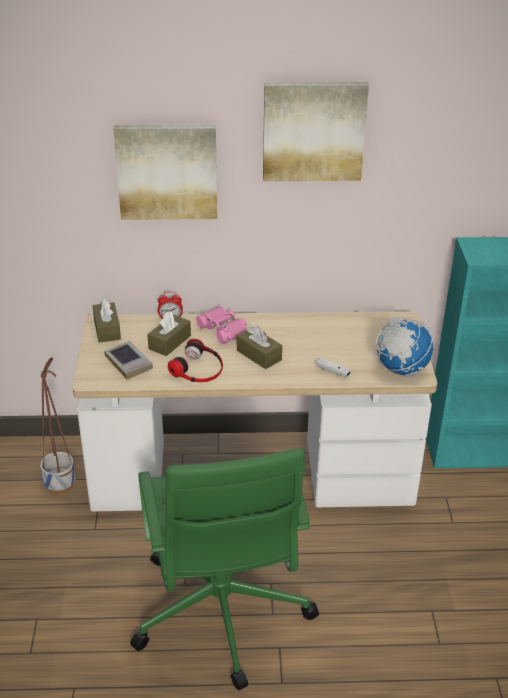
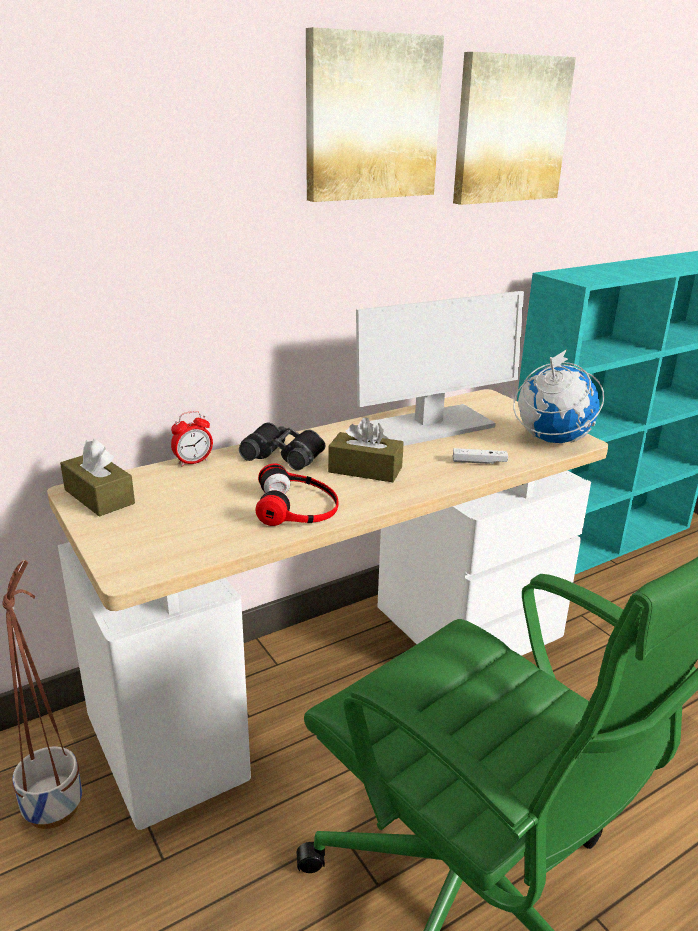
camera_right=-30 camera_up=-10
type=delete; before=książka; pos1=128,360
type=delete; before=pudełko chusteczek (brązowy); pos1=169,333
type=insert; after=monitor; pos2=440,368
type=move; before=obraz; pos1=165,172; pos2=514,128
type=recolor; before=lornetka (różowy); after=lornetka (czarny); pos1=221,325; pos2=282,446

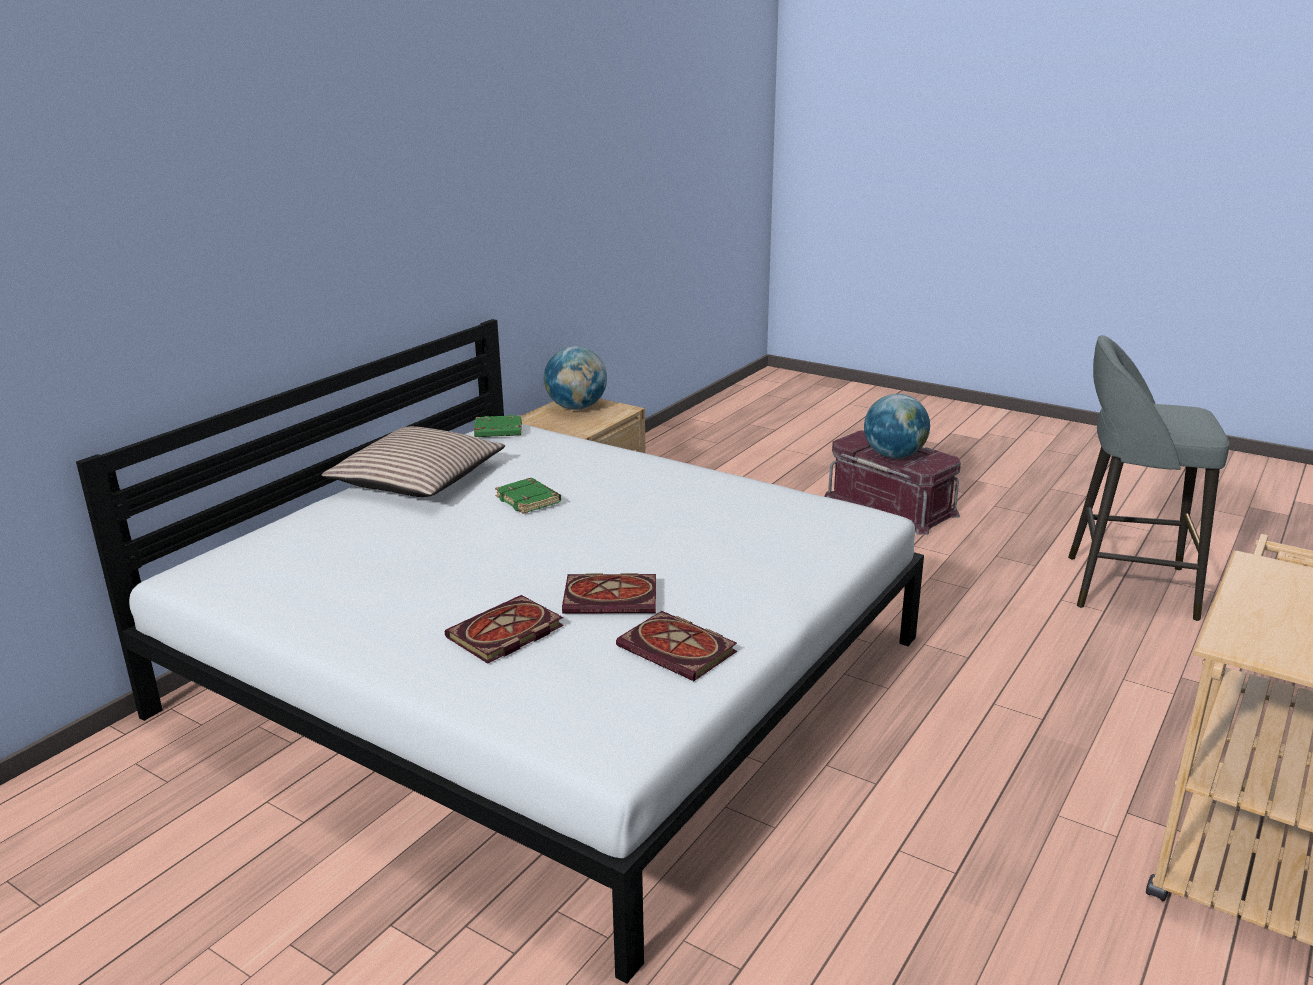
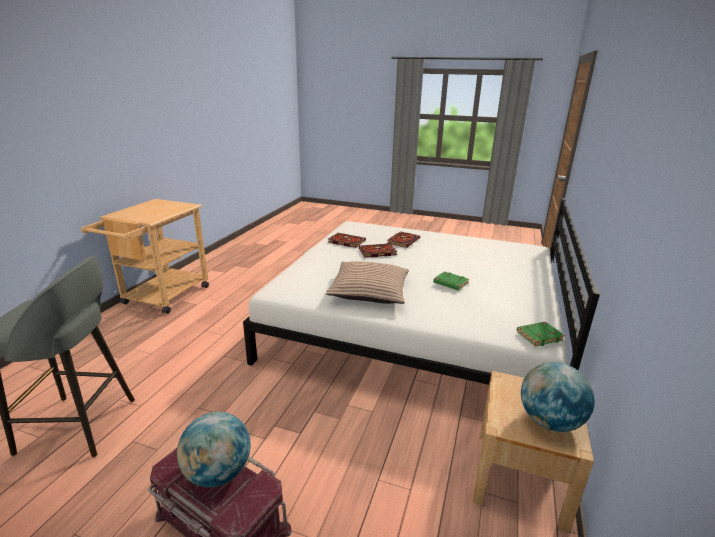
camera_right=165 camera_up=0
type=move; before=poduszka; pos1=413,461; pos2=367,282

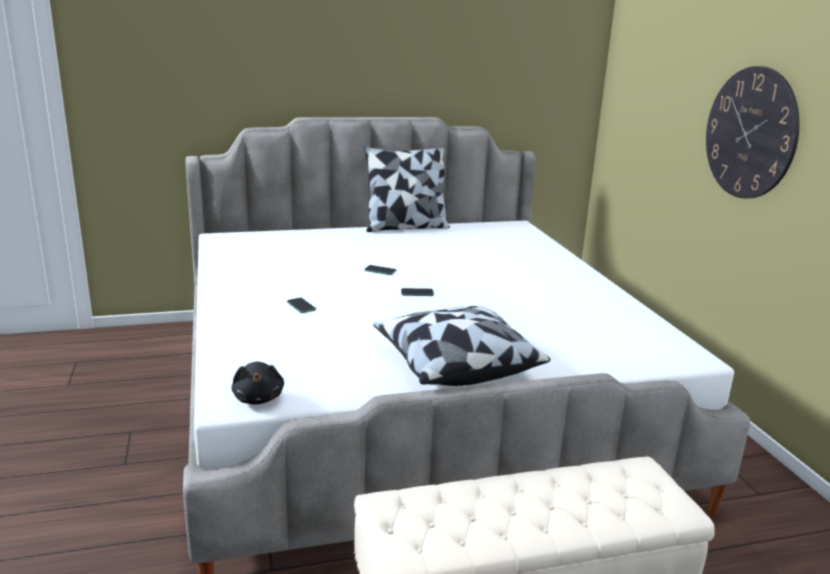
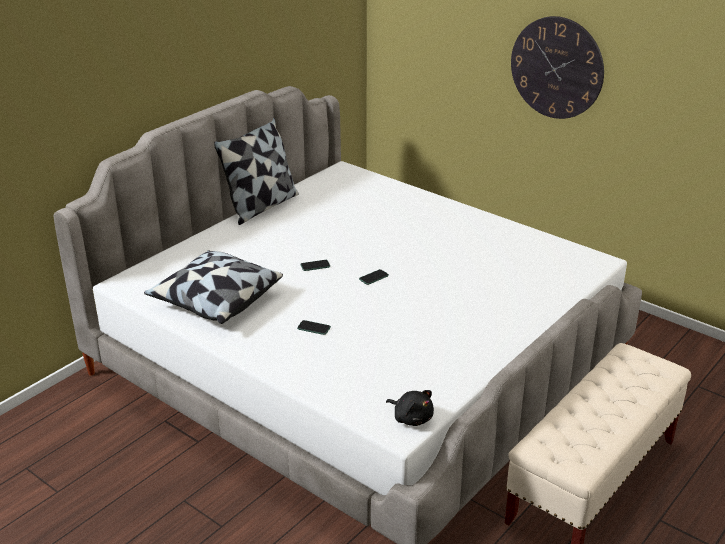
camera_right=-35 camera_up=10
type=move; before=poduszka; pos1=461,346; pos2=213,287

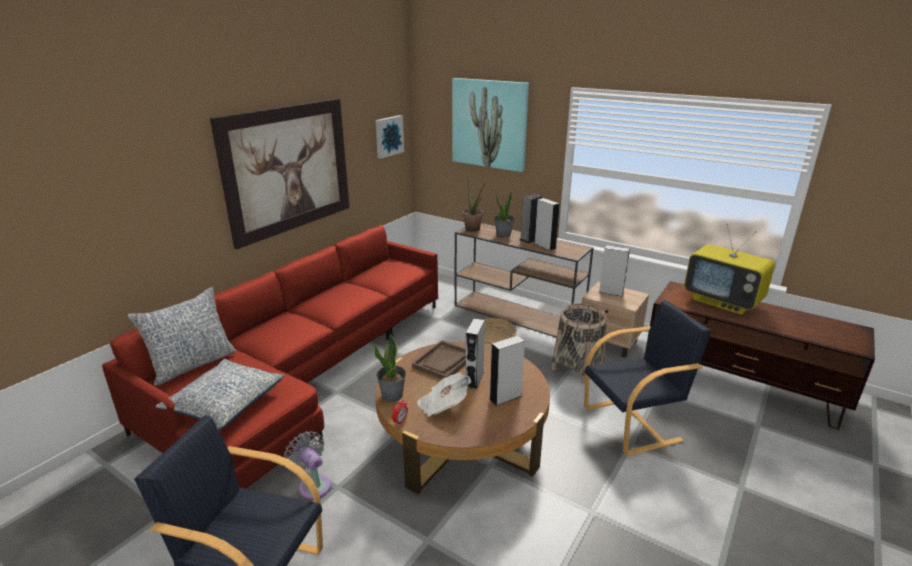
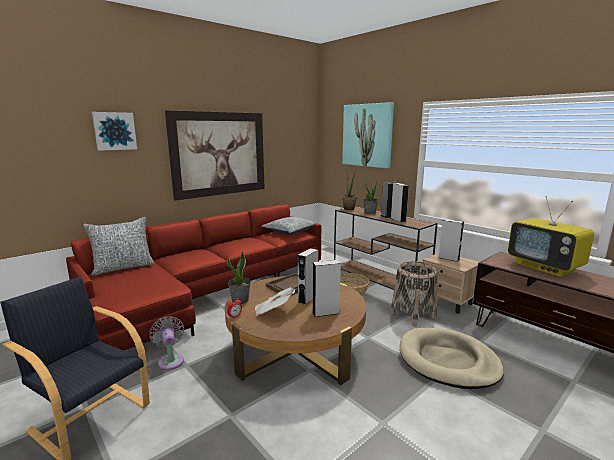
camera_right=15 camera_up=-10
type=move; before=poduszka; pos1=220,394; pos2=289,226
type=move; before=obraz; pos1=389,137; pos2=114,131
type=replace; before=fotel (czarny); after=legowisko (beżowy); pos1=648,378; pos2=452,358

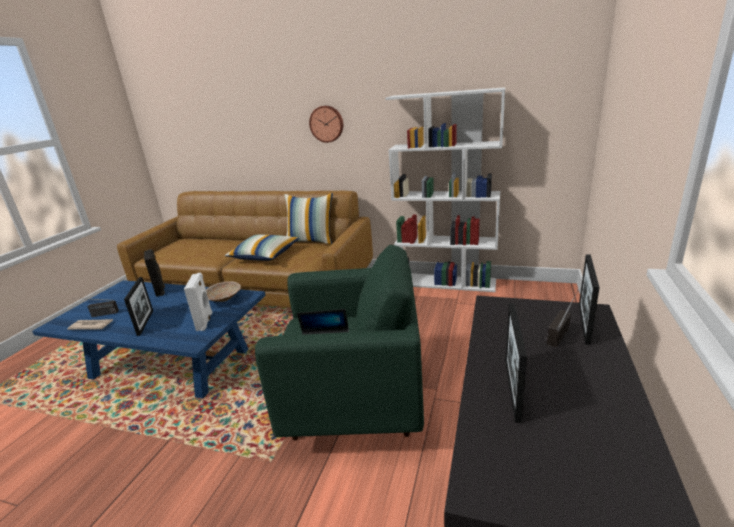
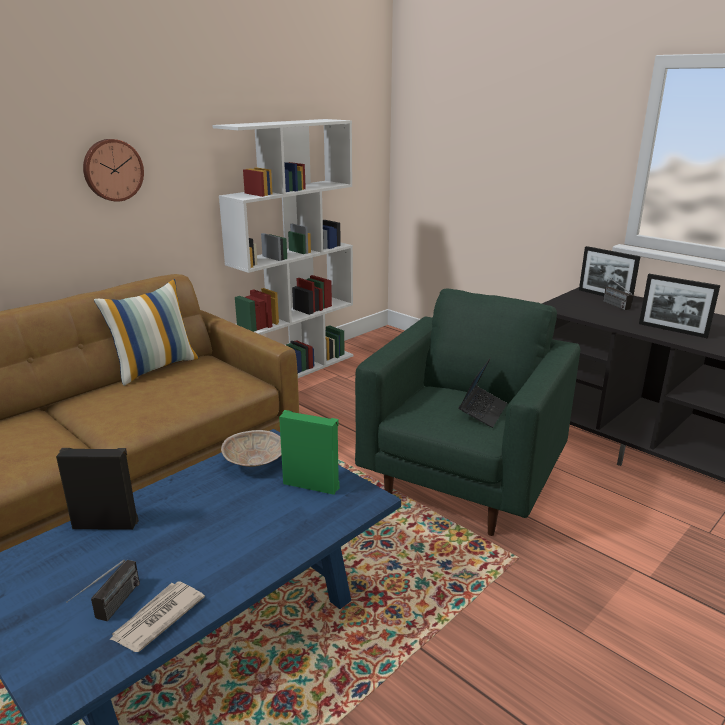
camera_right=-65 camera_up=0
type=delete; before=ramka na zdjęcie; pos1=138,306
type=delete; before=poduszka; pos1=262,248
type=recolor; before=głośnik (biały); after=głośnik (zielony); pos1=198,302; pos2=309,452

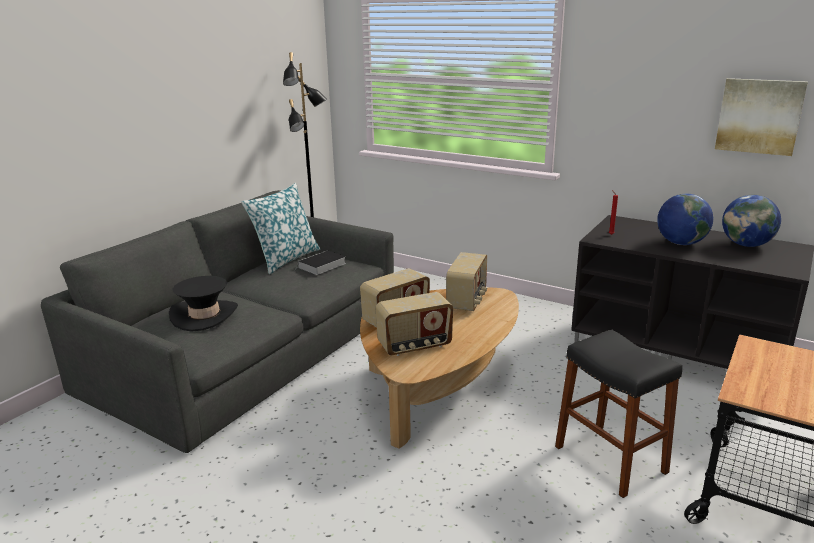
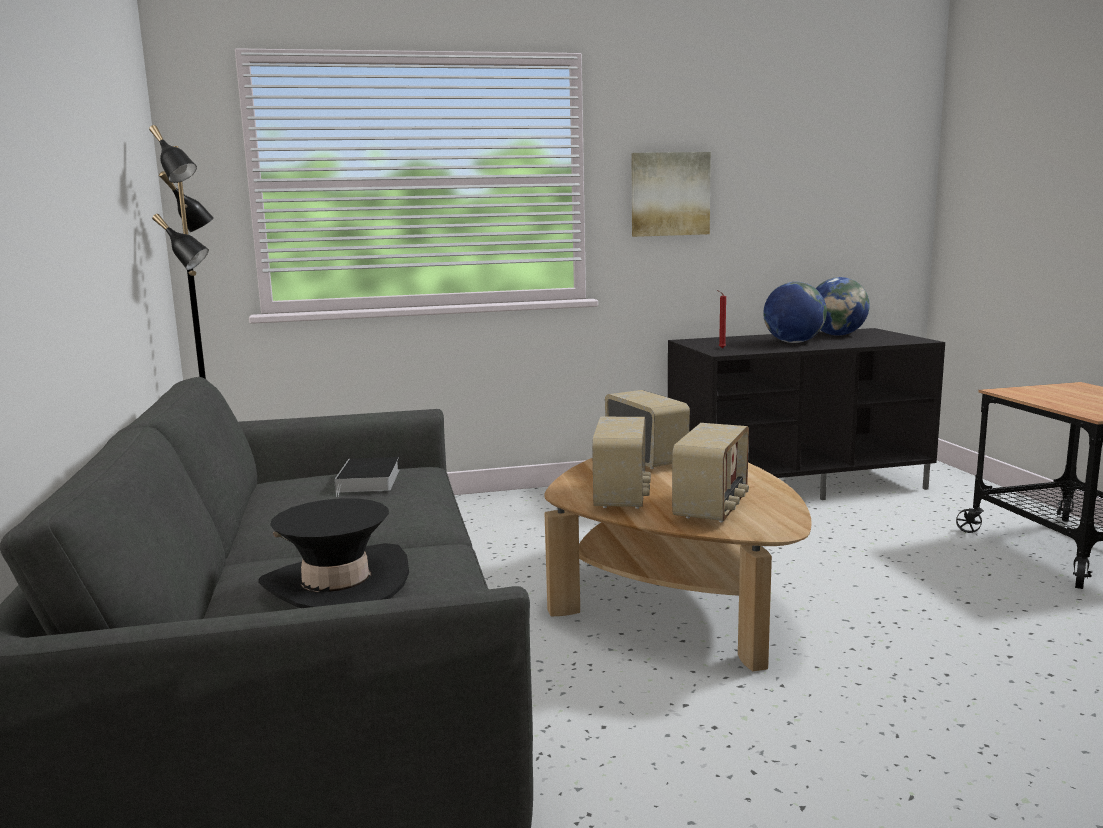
camera_right=-45 camera_up=-10
type=delete; before=poduszka; pos1=281,228
type=delete; before=stołek (czarny); pos1=618,414
type=move; before=obraz; pos1=761,117; pos2=671,194

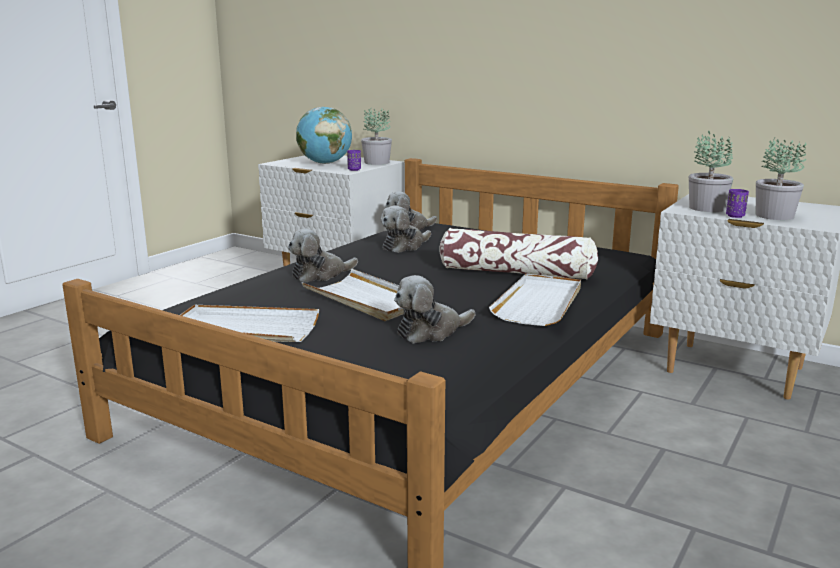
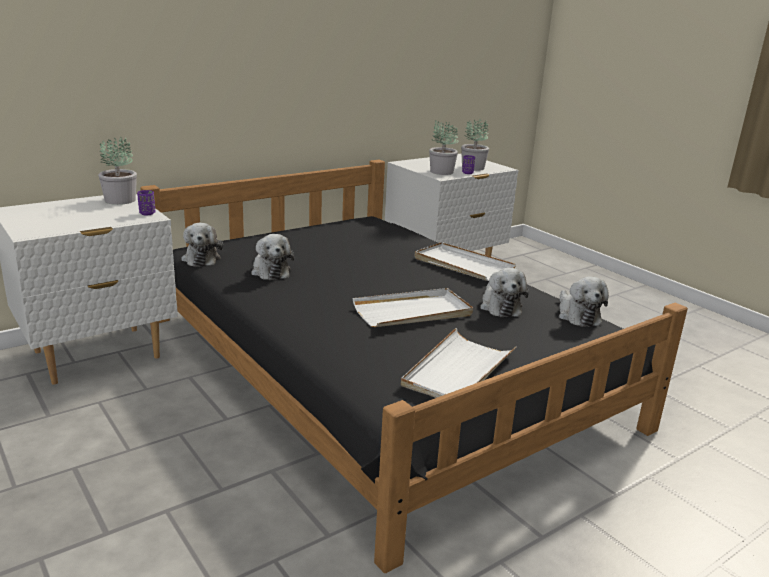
camera_right=-70 camera_up=5
type=delete; before=globus; pos1=324,135
type=delete; before=poduszka; pos1=518,254
type=move; before=pluszak; pos1=323,255; pos2=584,301

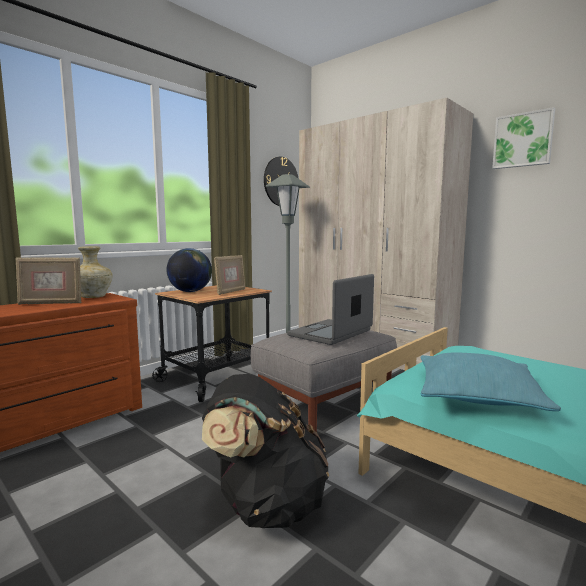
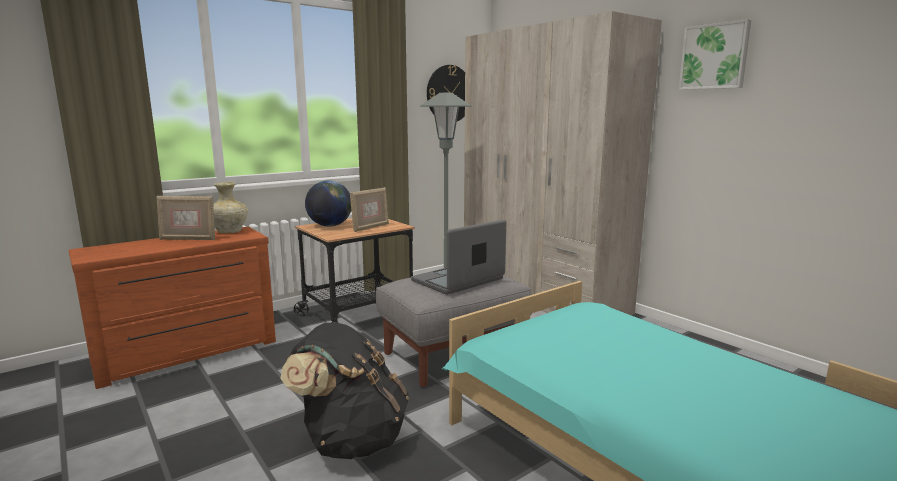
camera_right=10 camera_up=5
type=delete; before=poduszka (turkusowy); pos1=490,381

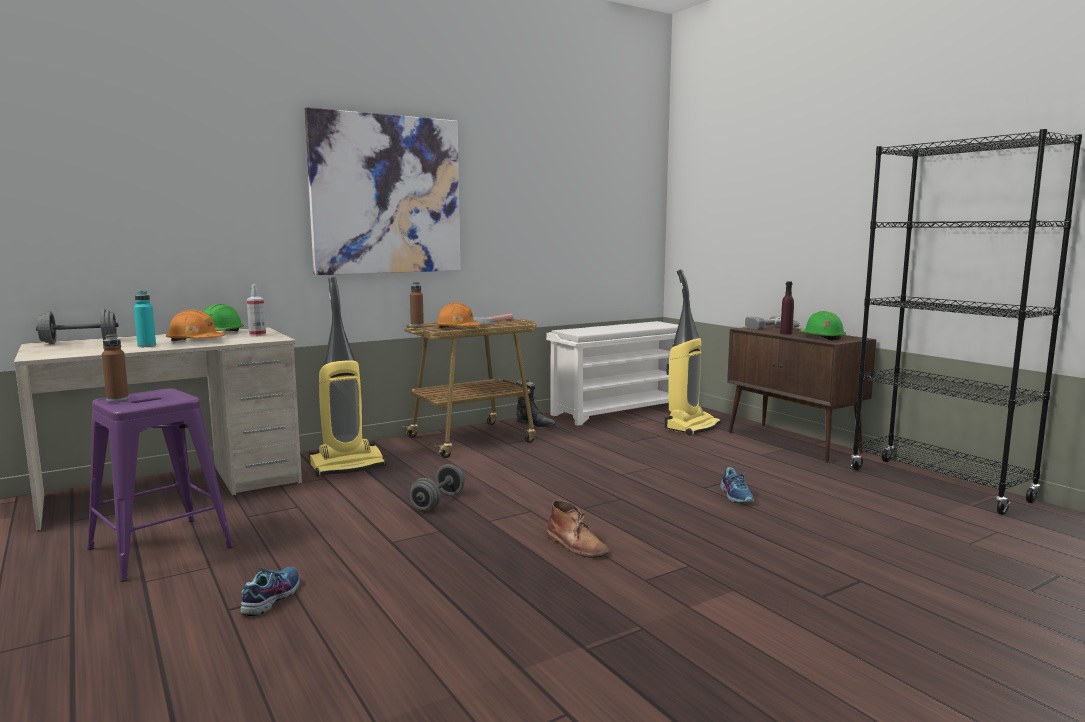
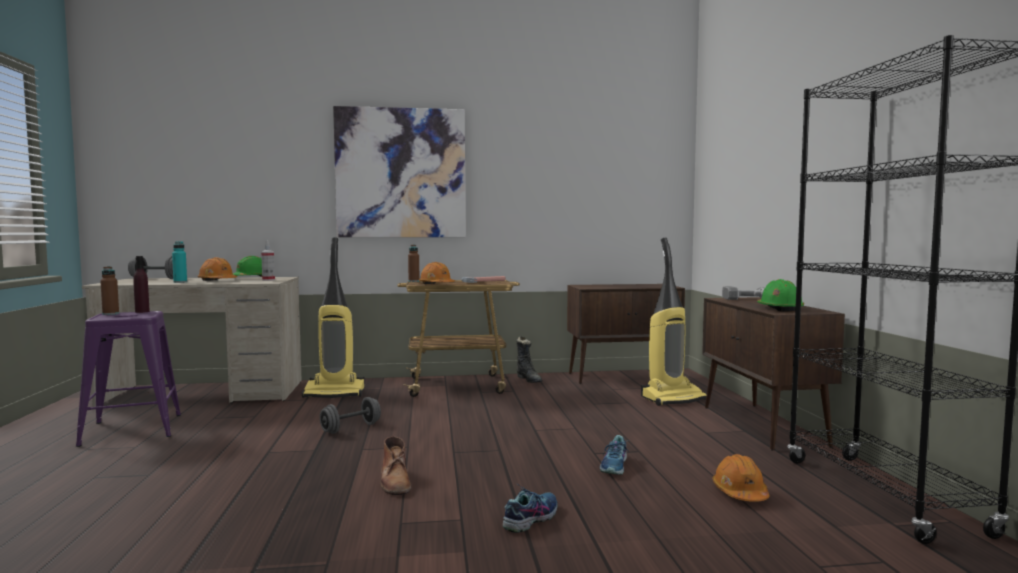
camera_right=25 camera_up=-5
type=insert; after=kask (pomarańczowy); pos2=741,478
type=move; before=but; pos1=270,590; pos2=530,509
type=move; before=butelka (fioletowy); pos1=787,307; pos2=141,284
type=replace; before=regał na buty (biały); after=szafka (brązowy); pos1=612,373; pos2=626,334

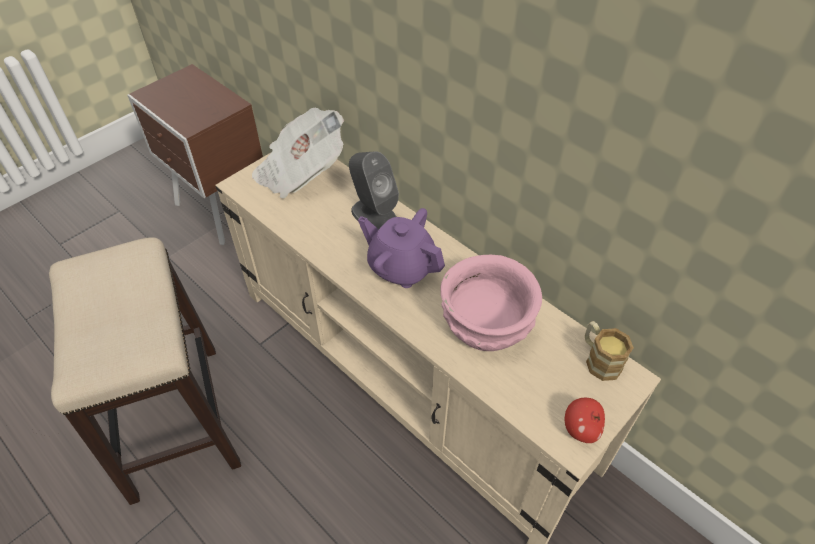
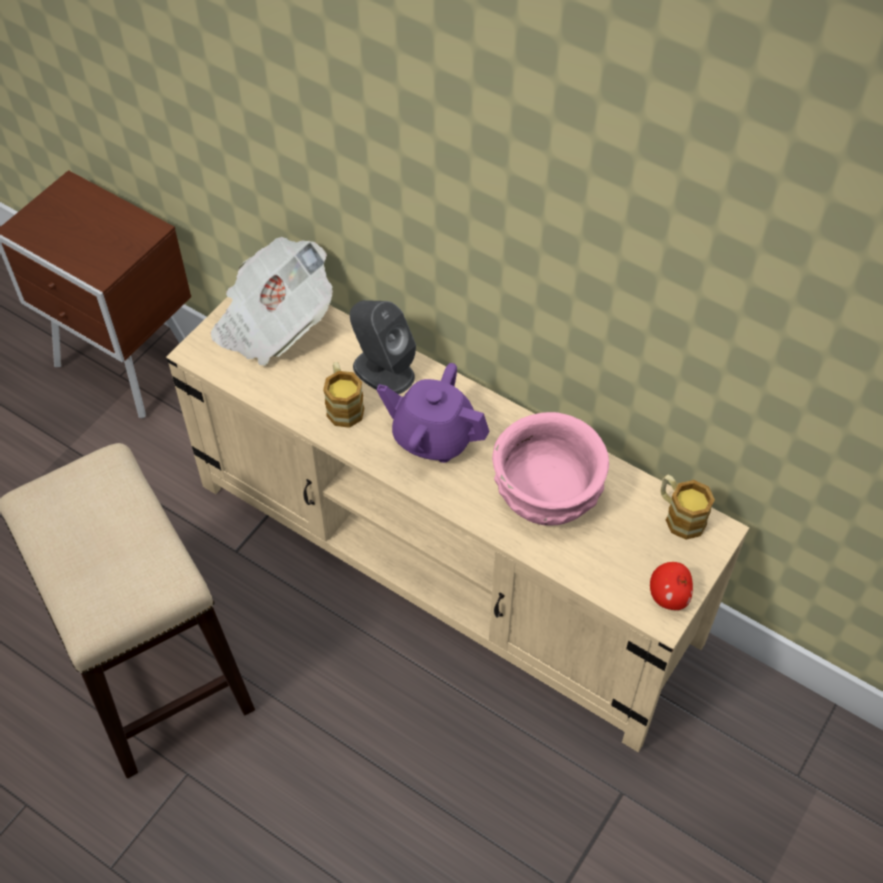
camera_right=-10 camera_up=5
type=insert; after=kubek; pos2=343,395

